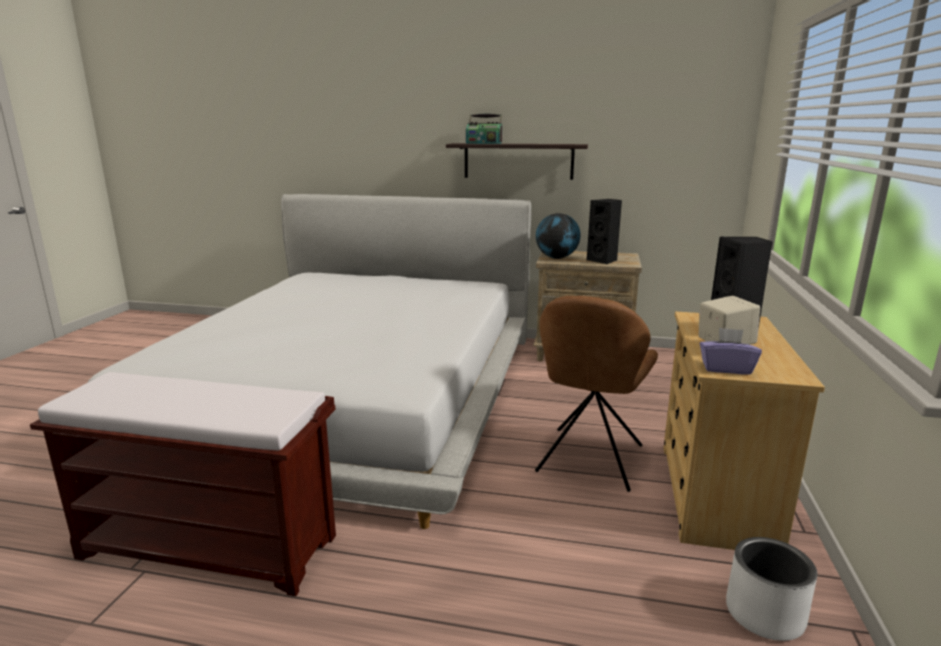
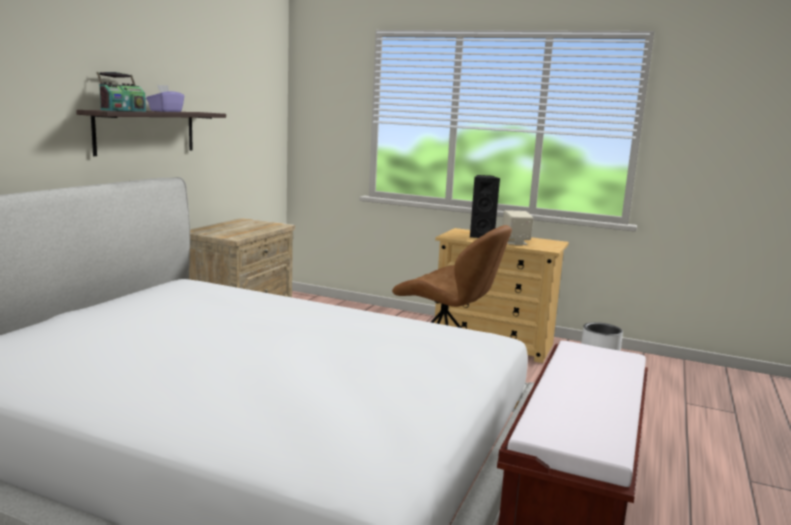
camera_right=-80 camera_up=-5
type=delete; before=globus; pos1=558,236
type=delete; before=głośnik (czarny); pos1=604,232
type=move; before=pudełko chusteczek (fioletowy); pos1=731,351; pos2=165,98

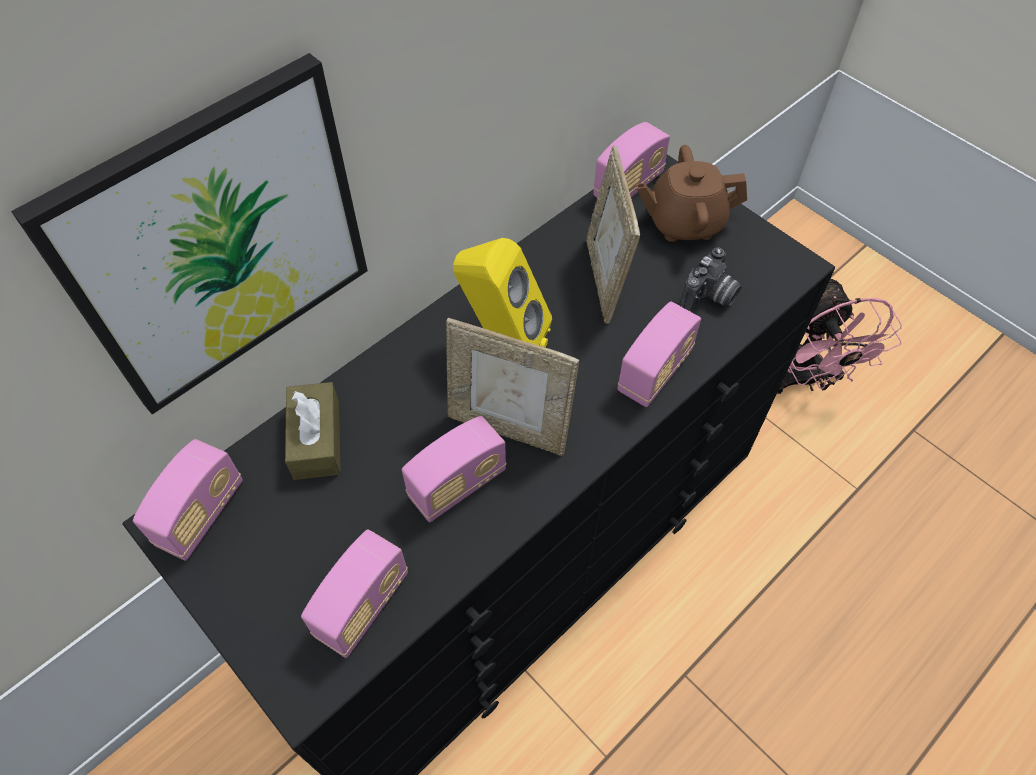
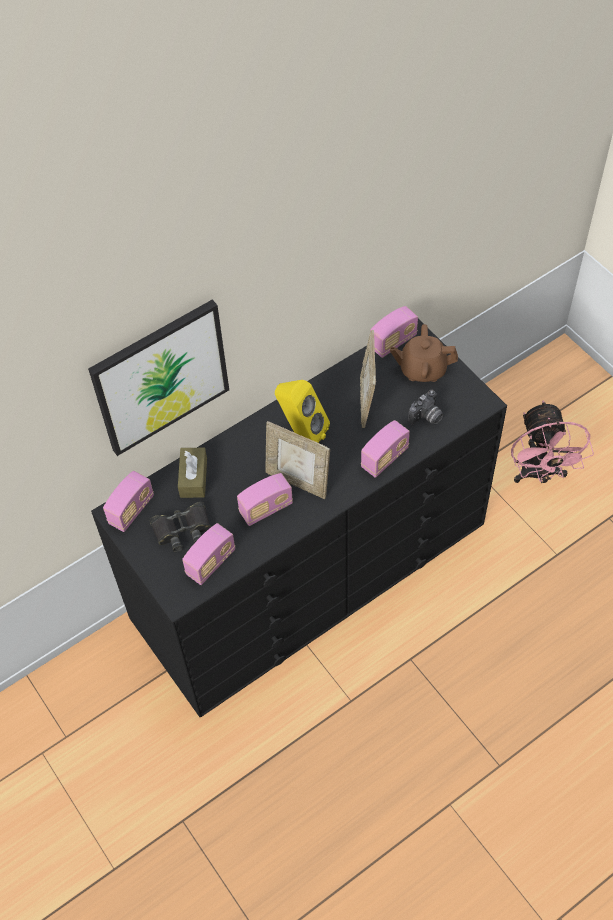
camera_right=10 camera_up=0
type=insert; after=lornetka (czarny); pos2=180,527

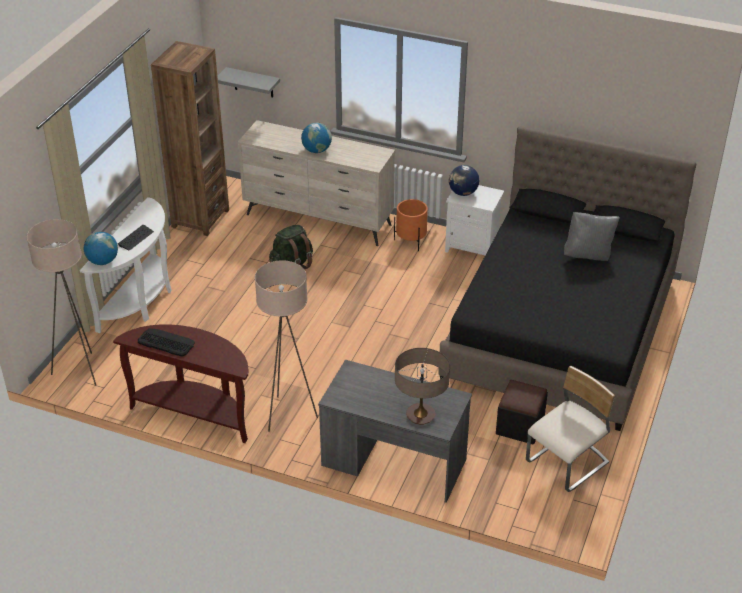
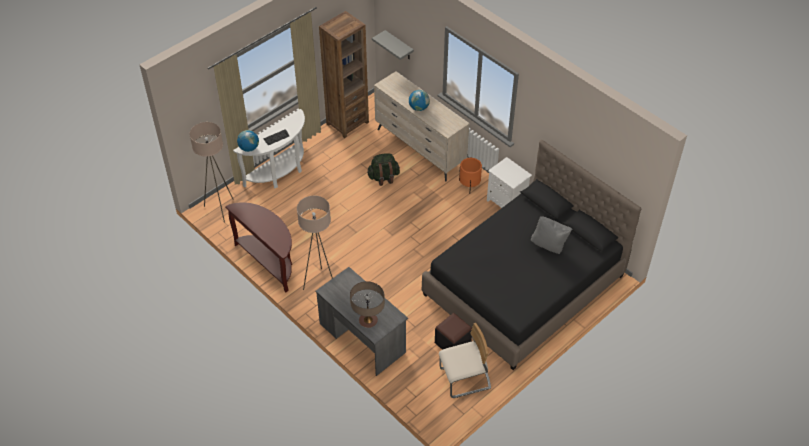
camera_right=25 camera_up=10
type=delete; before=klawiatura; pos1=166,342
type=delete; before=globus; pos1=464,180

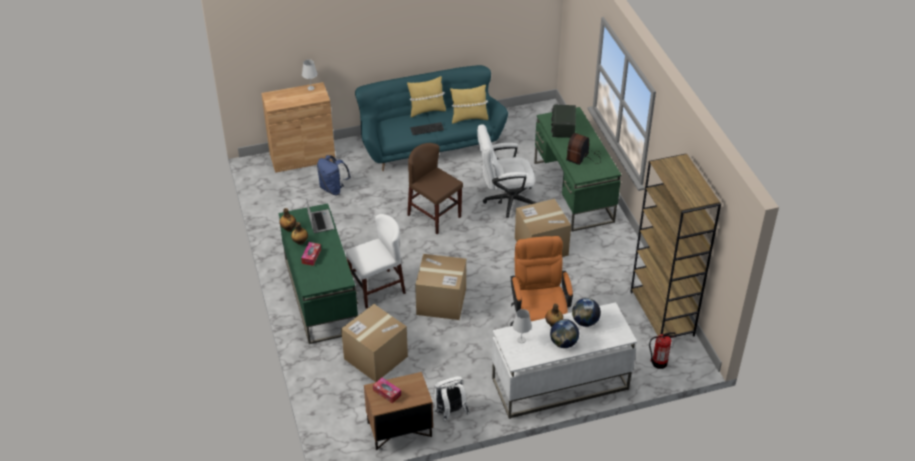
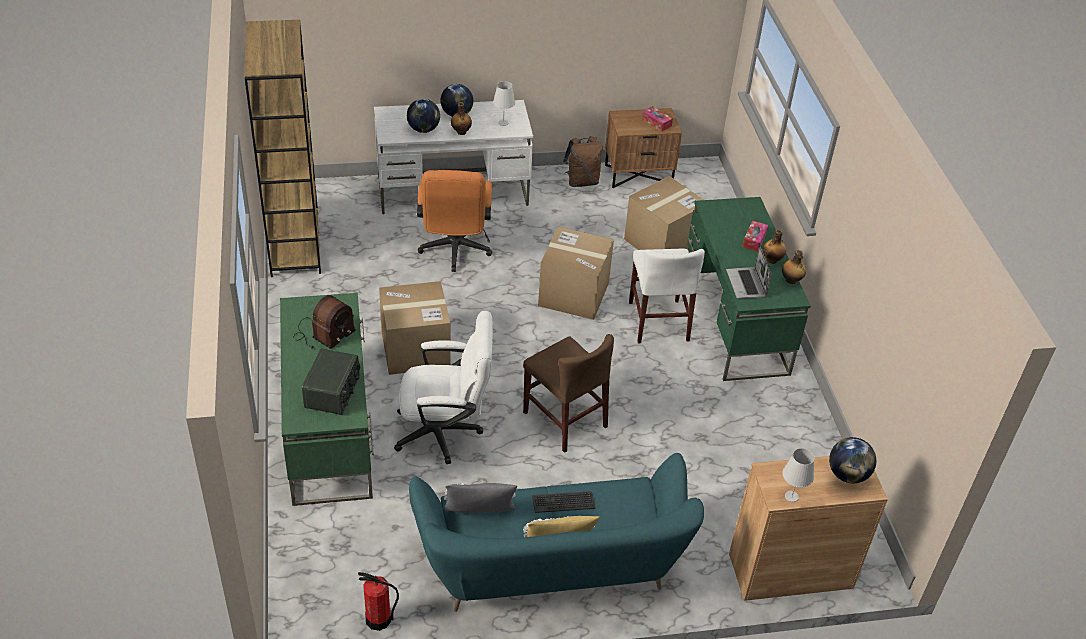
camera_right=-175 camera_up=0
type=delete; before=plecak (niebieski); pos1=334,175
type=insert; after=globus; pos2=852,460
type=move; before=gaśnica; pos1=662,350; pos2=378,601
type=recolor; before=plecak (biały); after=plecak (brązowy); pos1=452,399; pos2=583,161
type=recolor; before=poduszka (żółty); after=poduszka (szary); pos1=469,104; pos2=480,498
type=rotate; before=krzesło (biały); pos1=375,261; pos2=667,296; turn=-75

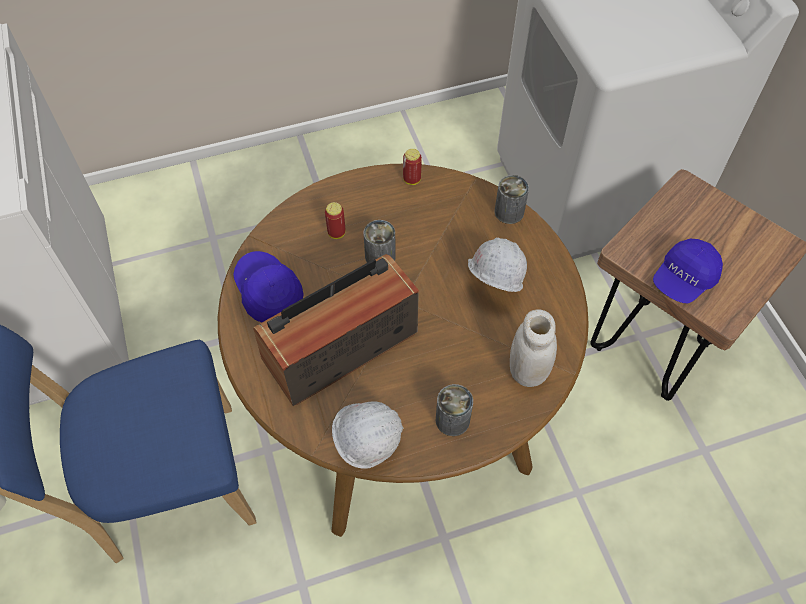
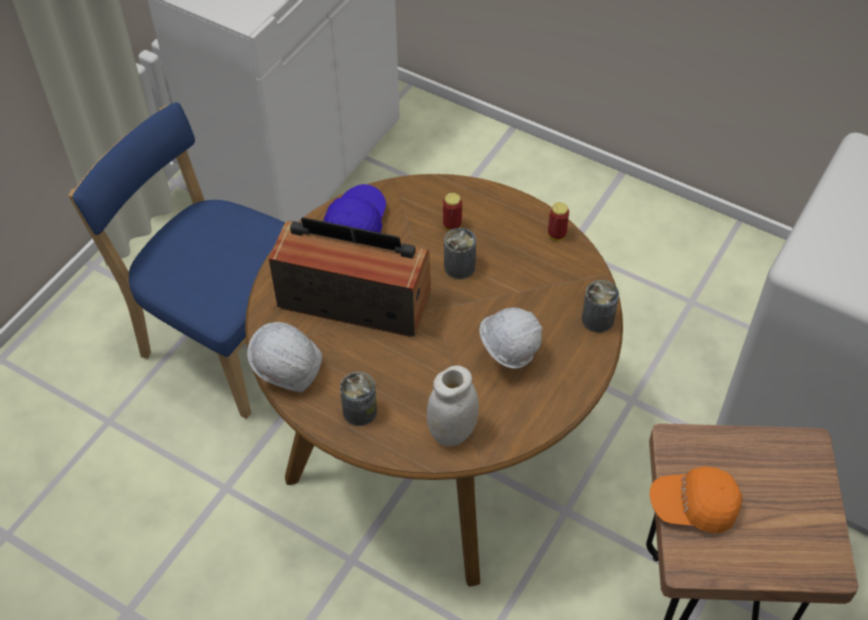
camera_right=50 camera_up=-5
type=recolor; before=czapka z daszkiem (niebieski); after=czapka z daszkiem (pomarańczowy); pos1=688,271; pos2=696,499

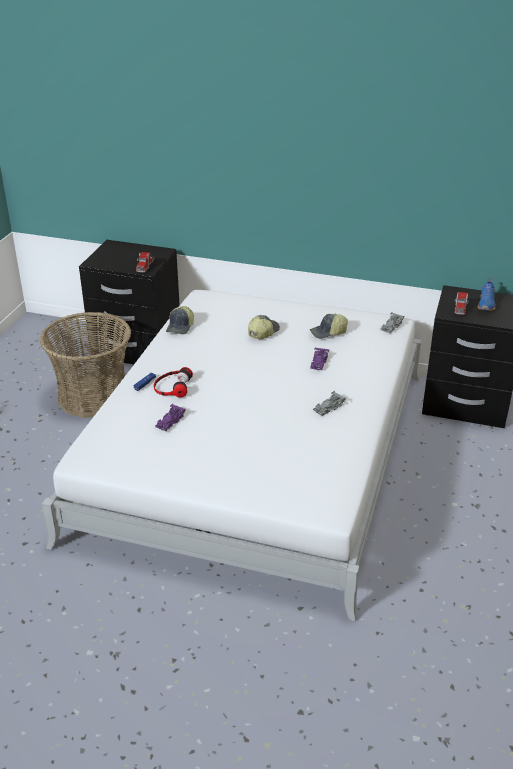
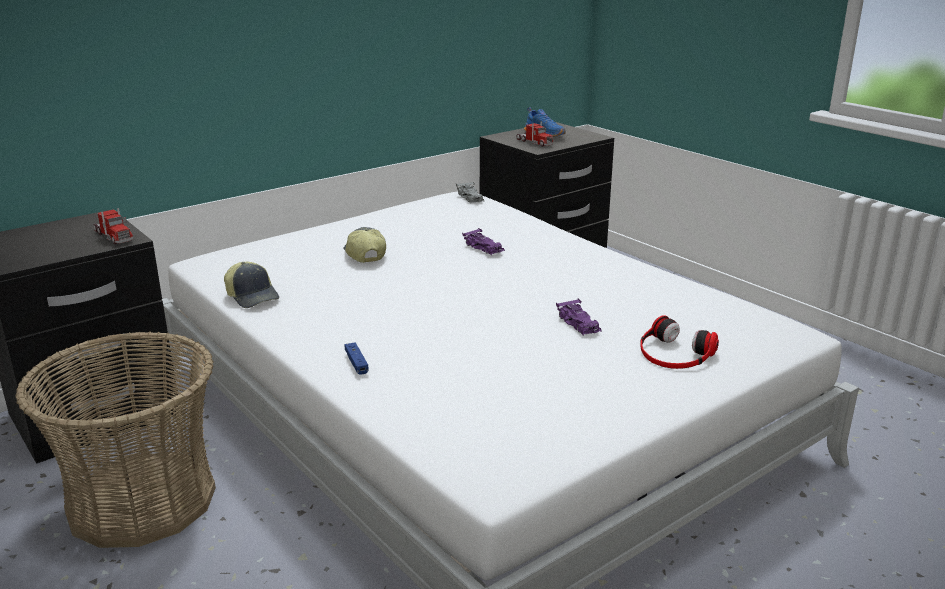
camera_right=-55 camera_up=-10
type=delete; before=czapka z daszkiem; pos1=329,326
type=delete; before=samochodzik (szary); pos1=329,403
type=move; before=słuchawki; pos1=173,382; pos2=679,342
type=move; before=samochodzik (fioletowy); pos1=170,417; pos2=579,317

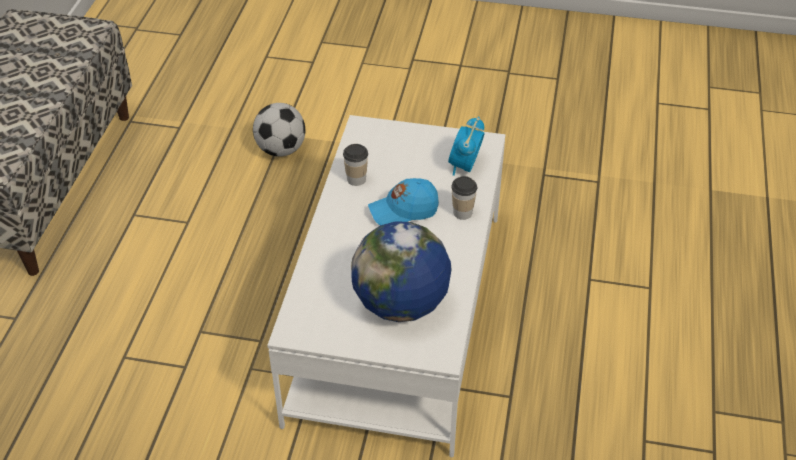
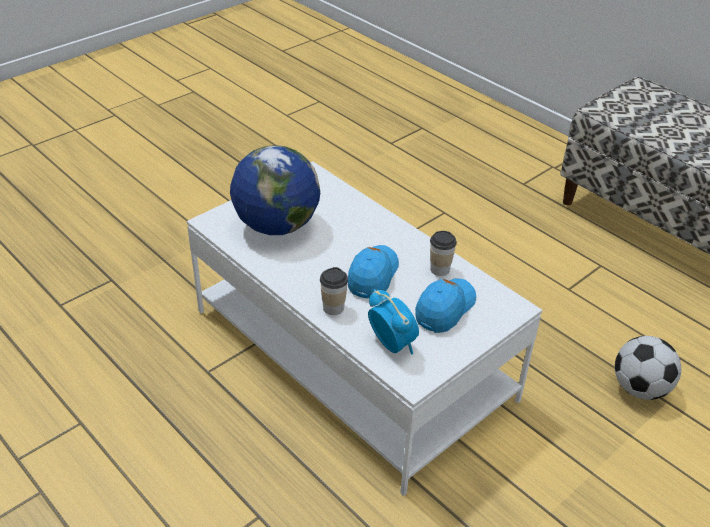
camera_right=125 camera_up=-5
type=insert; after=czapka z daszkiem (niebieski); pos2=445,306

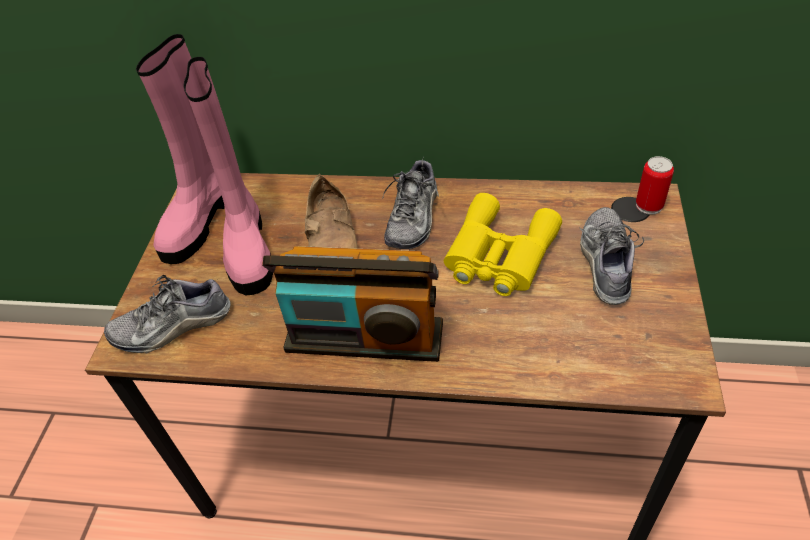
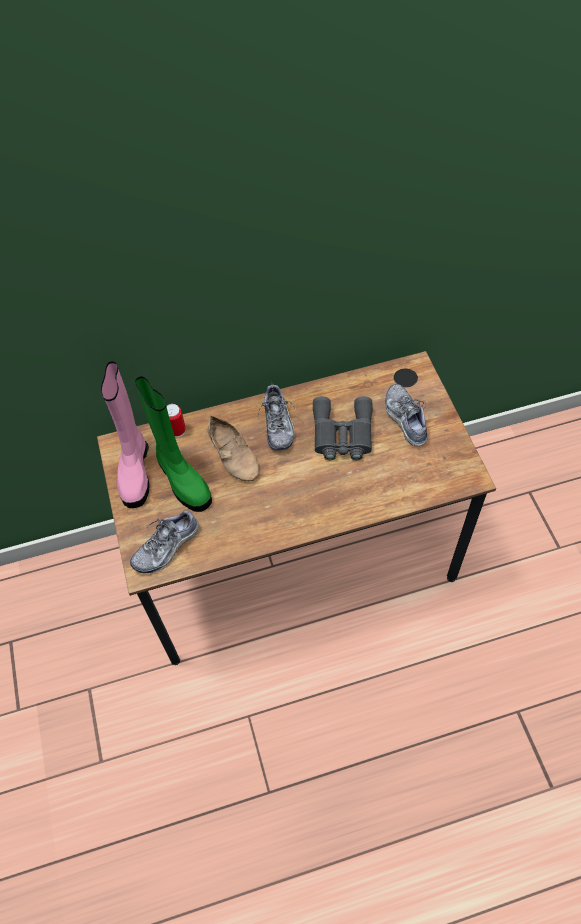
camera_right=-25 camera_up=10
type=delete; before=radio; pos1=352,304
type=move; before=puszka; pos1=655,185; pos2=176,421
type=recolor; before=but z cholewką (różowy); after=but z cholewką (zielony); pos1=228,176; pos2=173,444
type=recolor; before=lornetka (żółty); after=lornetka (szary); pos1=503,244; pos2=343,428

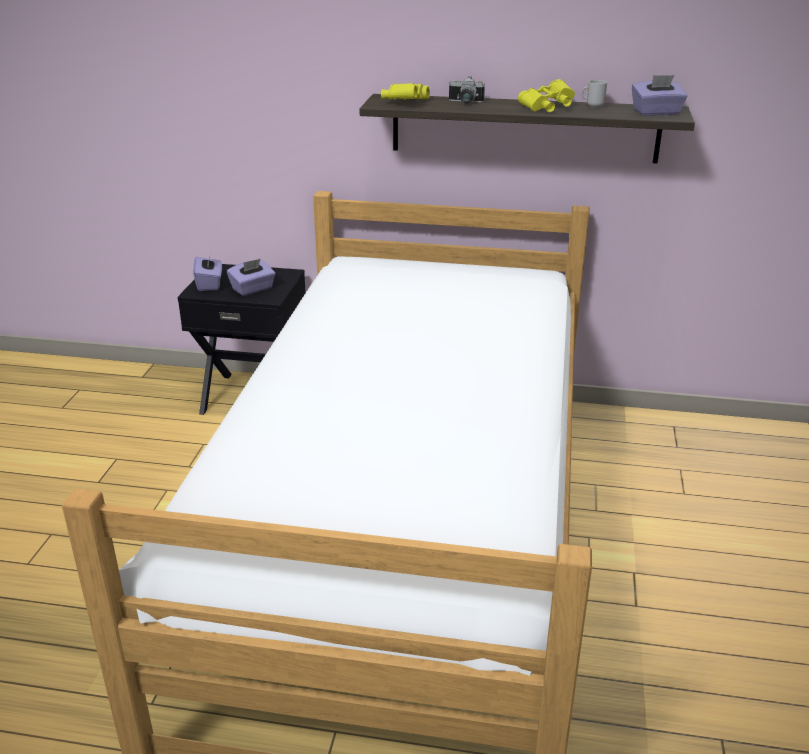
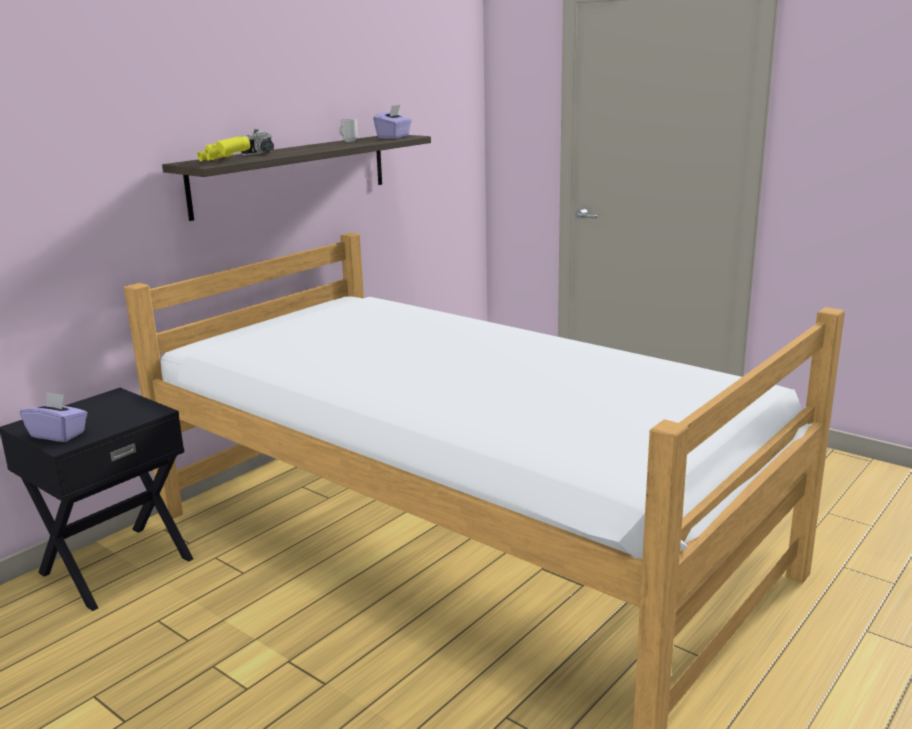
camera_right=-60 camera_up=-10
type=delete; before=pudełko chusteczek (fioletowy); pos1=251,277
type=delete; before=lornetka (żółty); pos1=546,95

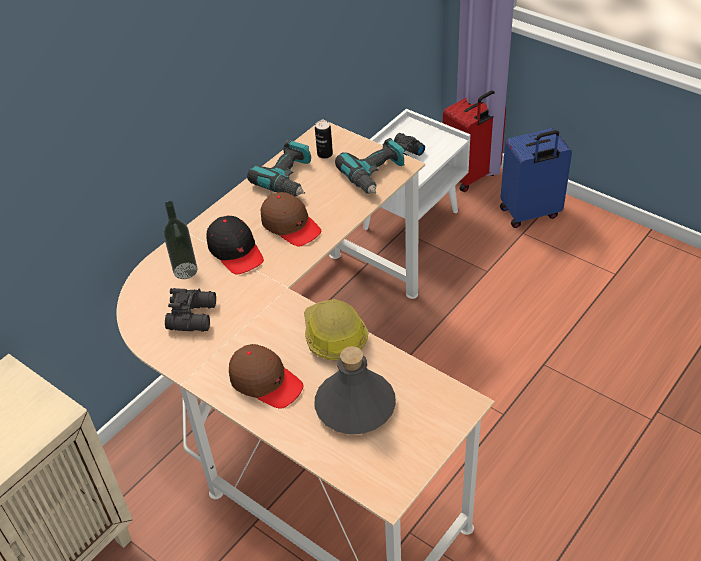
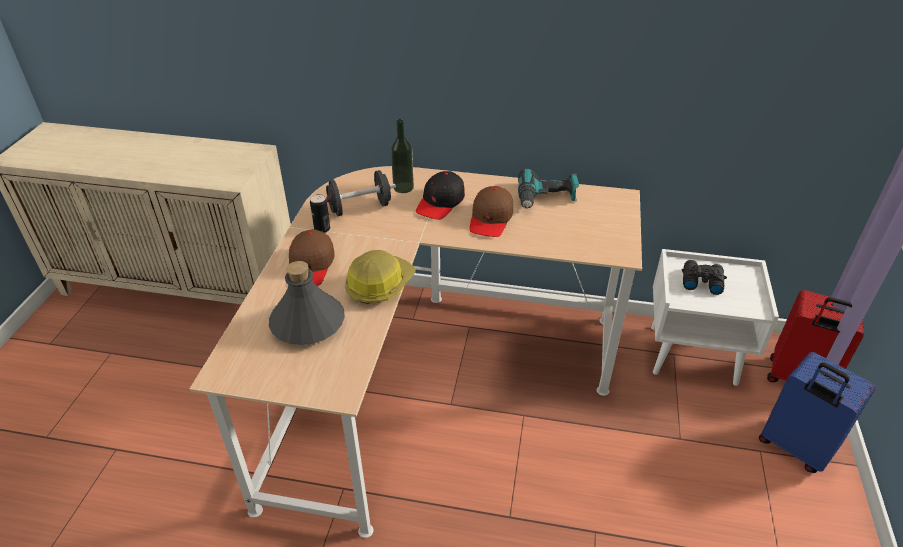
camera_right=60 camera_up=-5
type=delete; before=wiertarka; pos1=369,166
type=move; before=puszka; pos1=324,139; pos2=320,213
type=replace; before=lornetka (czarny); after=hantel (czarny); pos1=190,310; pos2=361,193

